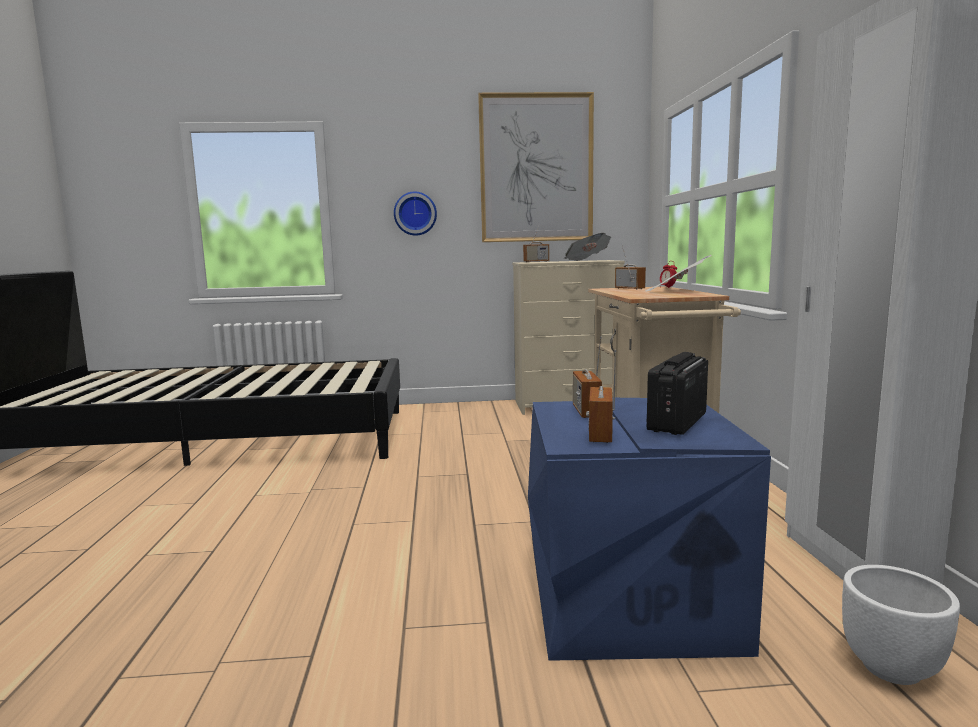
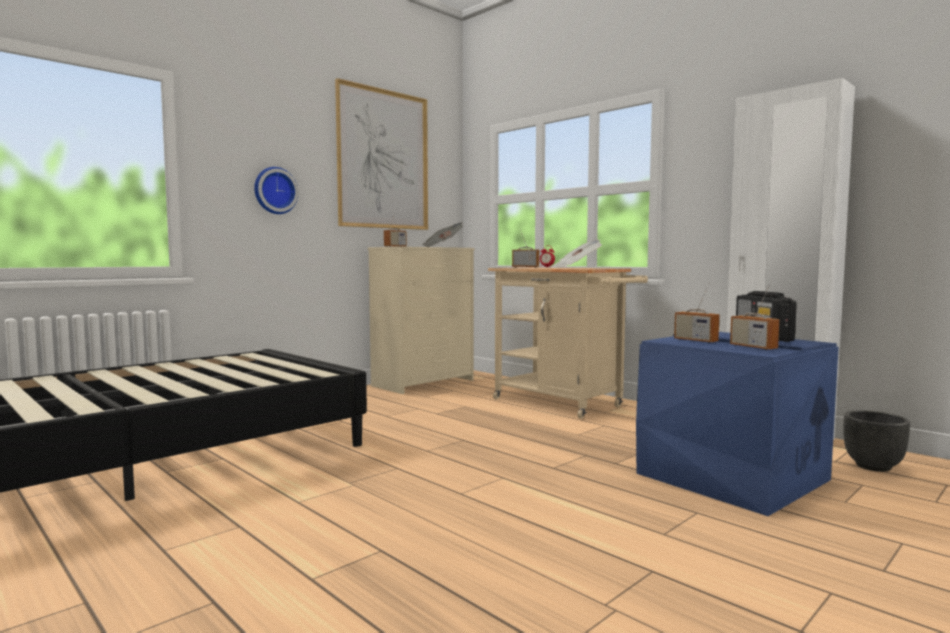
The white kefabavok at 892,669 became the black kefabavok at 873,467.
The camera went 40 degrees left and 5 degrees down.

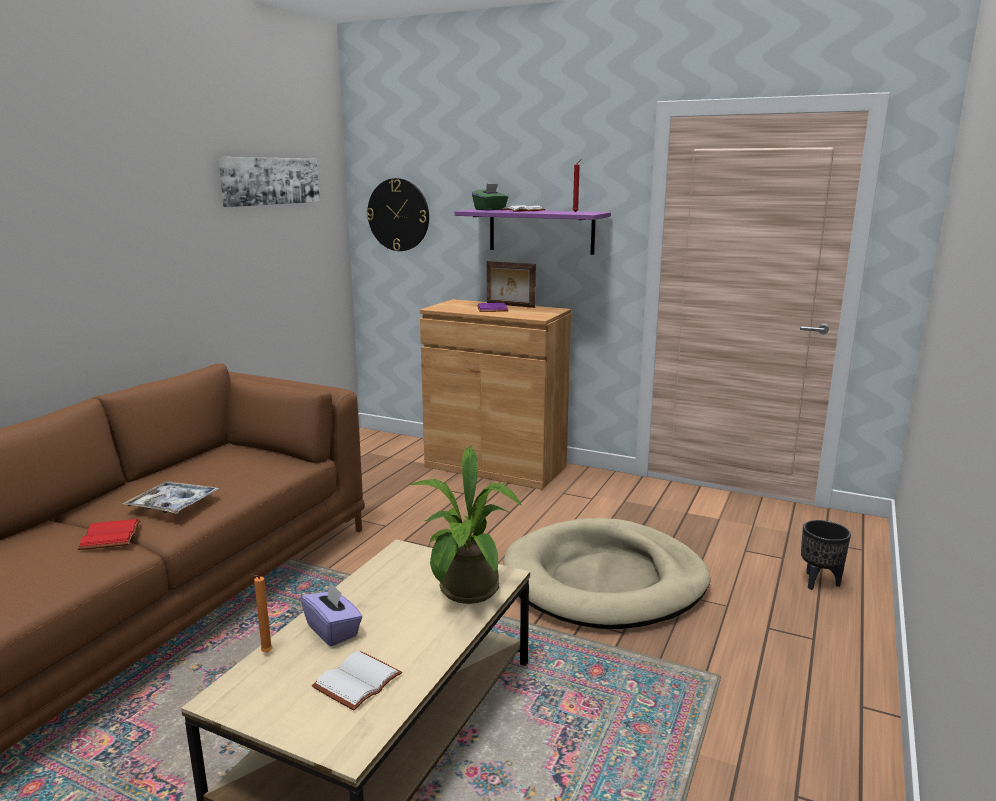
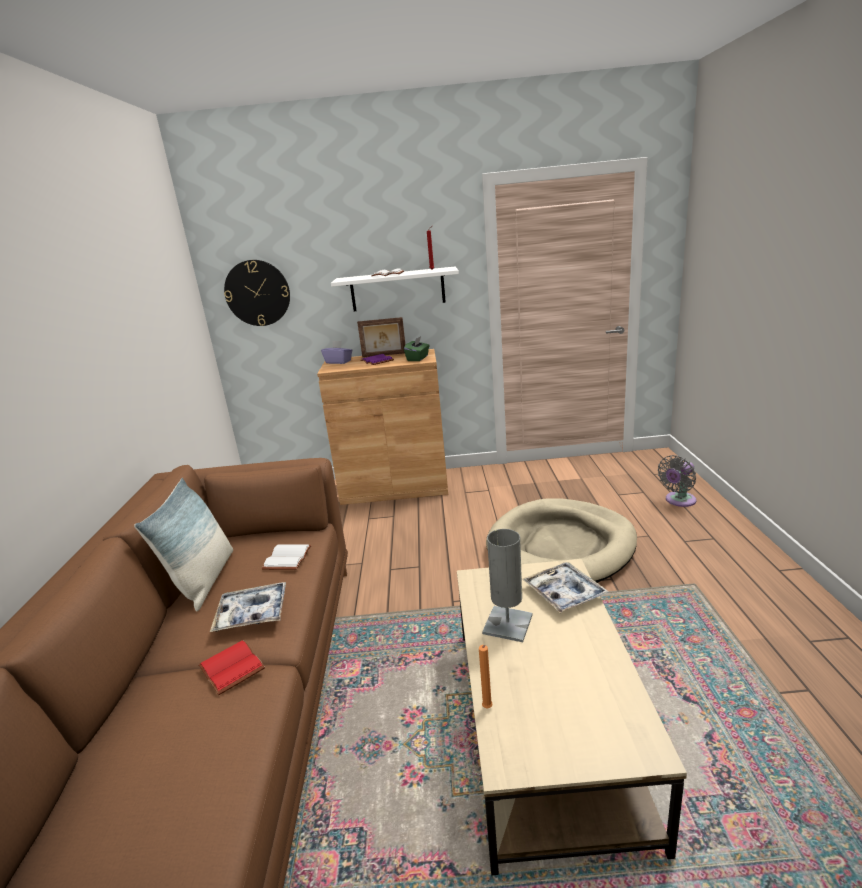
The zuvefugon at 270,181 disappeared.
The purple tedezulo moved from 333,630 to 338,362.
The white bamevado moved from 357,680 to 286,558.
The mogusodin at 466,594 was replaced by the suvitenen at 564,593.
The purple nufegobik at 541,231 became the white nufegobik at 397,289.
The green tedezulo moved from 490,210 to 418,358.
The black kefabavok at 819,582 was replaced by the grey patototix at 678,501.
The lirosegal at 204,580 appeared.
The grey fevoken at 507,624 appeared.
The camera went 25 degrees left and 5 degrees up.

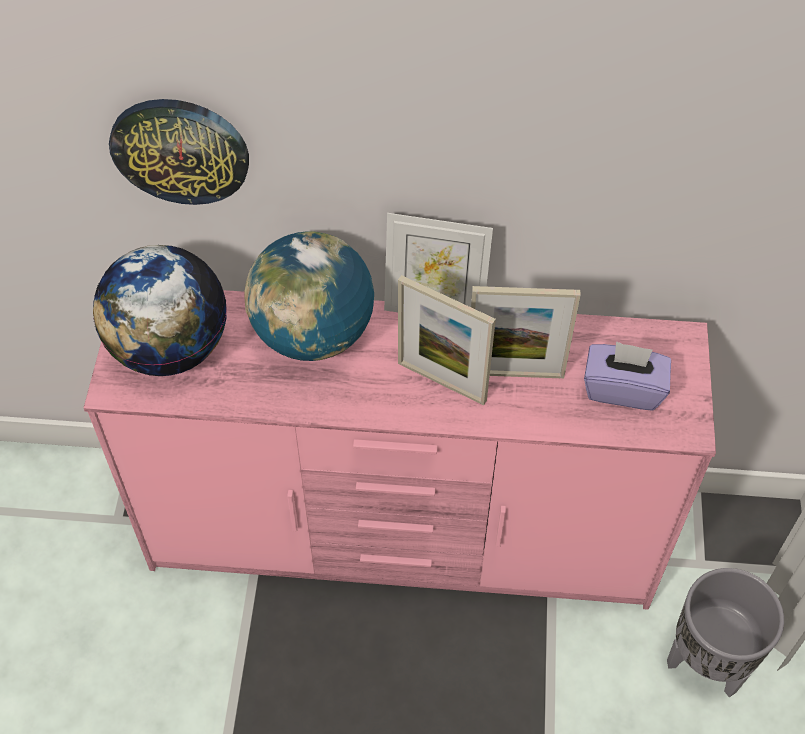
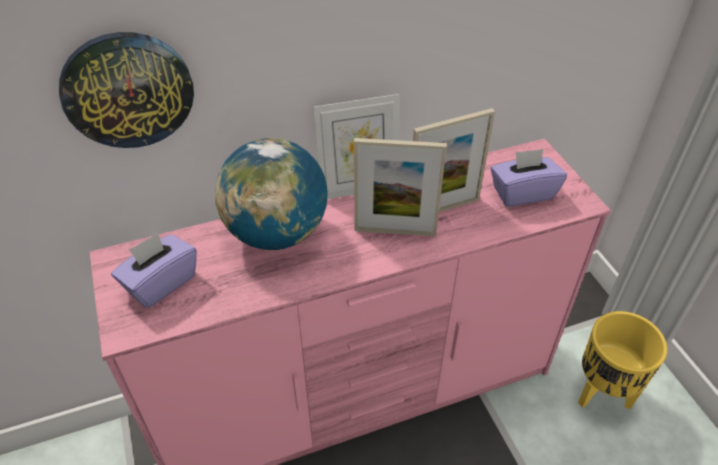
The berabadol at 169,348 was replaced by the purple tedezulo at 160,283.
The grey kefabavok at 705,662 became the yellow kefabavok at 601,393.
The camera went 25 degrees left and 10 degrees down.

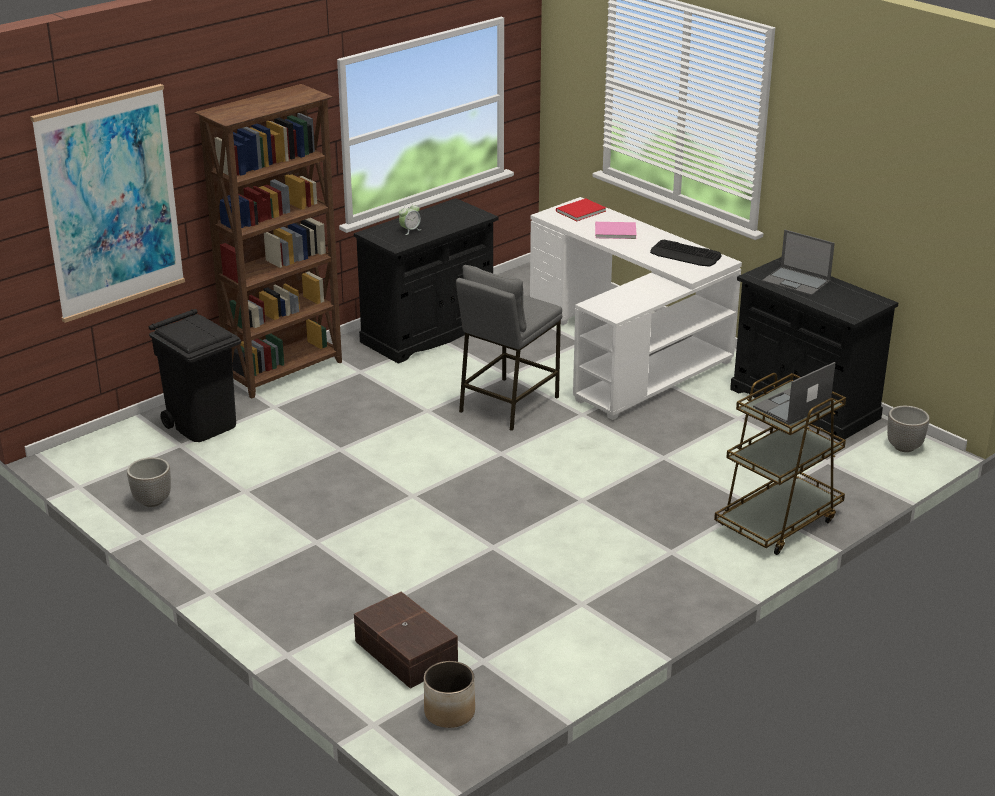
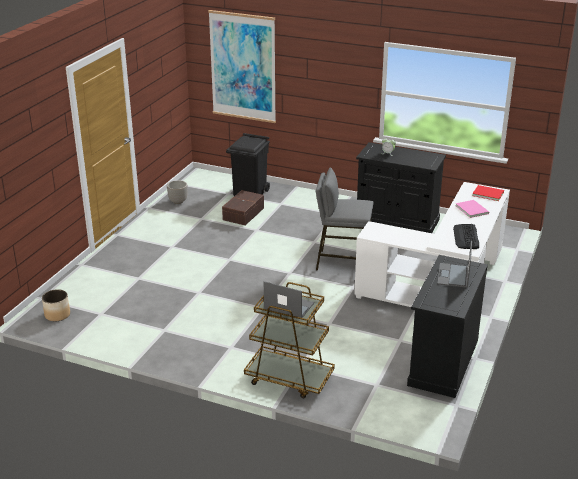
The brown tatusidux at 286,372 disappeared.
The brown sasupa moved from 405,653 to 242,214.
The kefabavok at 903,447 disappeared.
The camera went 65 degrees right and 0 degrees up.

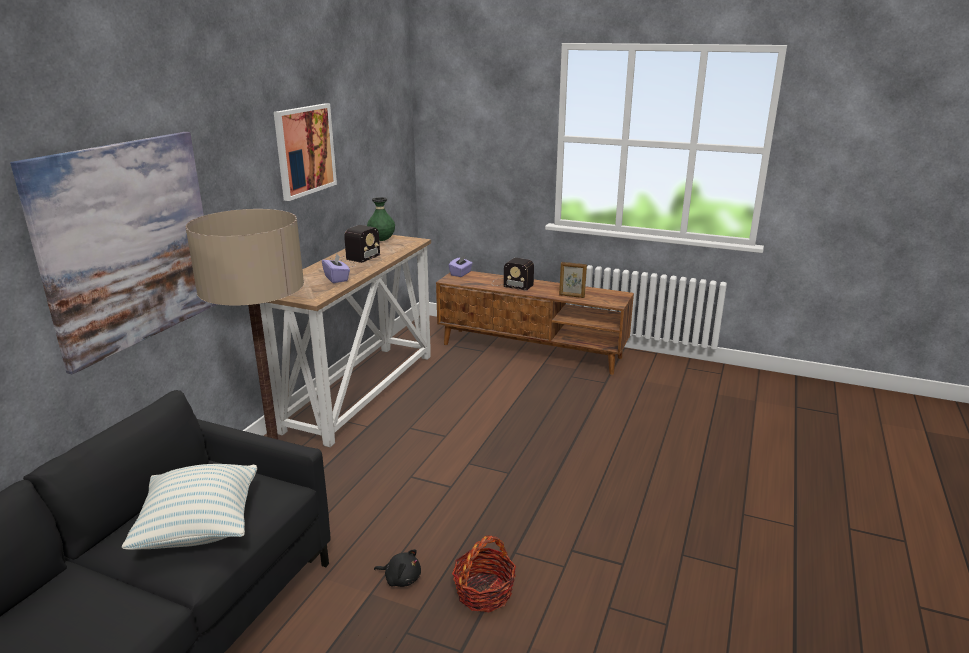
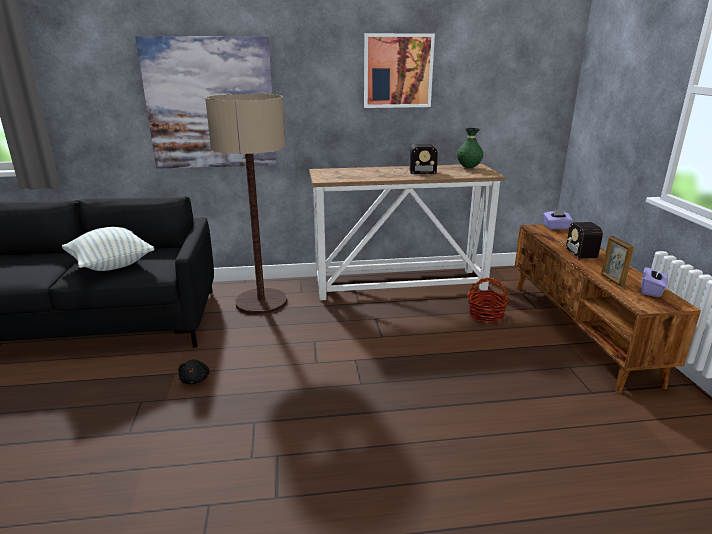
The purple tedezulo moved from 337,278 to 651,291.
The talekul moved from 484,592 to 486,315.
The camera went 60 degrees right and 0 degrees up.

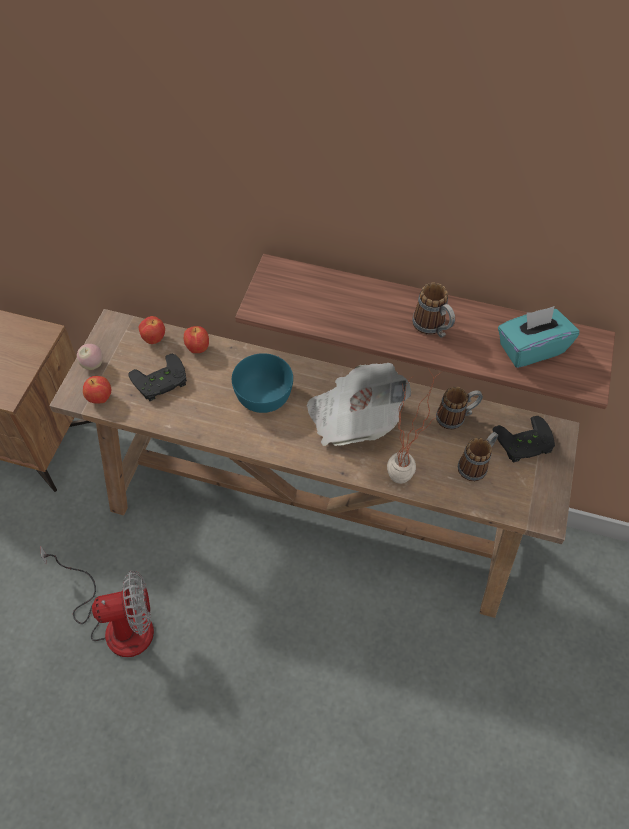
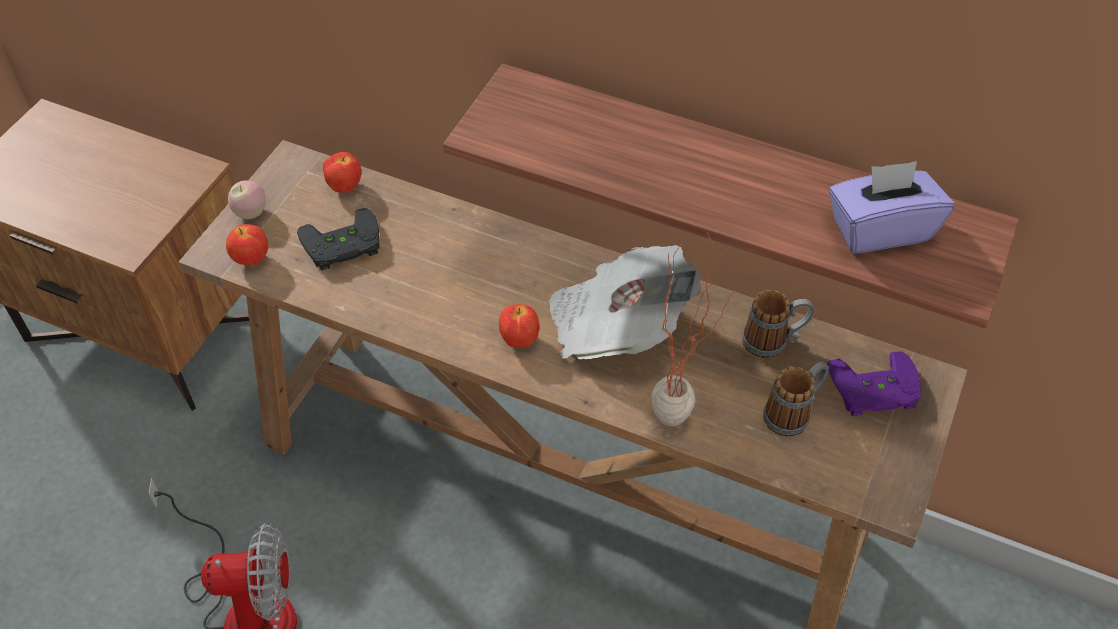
The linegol moved from 197,348 to 519,340.
The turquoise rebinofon at 262,394 disappeared.
The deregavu at 432,328 disappeared.
The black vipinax at 524,444 became the purple vipinax at 874,392.
The turquoise tedezulo at 530,348 became the purple tedezulo at 880,229.
The camera went 10 degrees right and 5 degrees down.

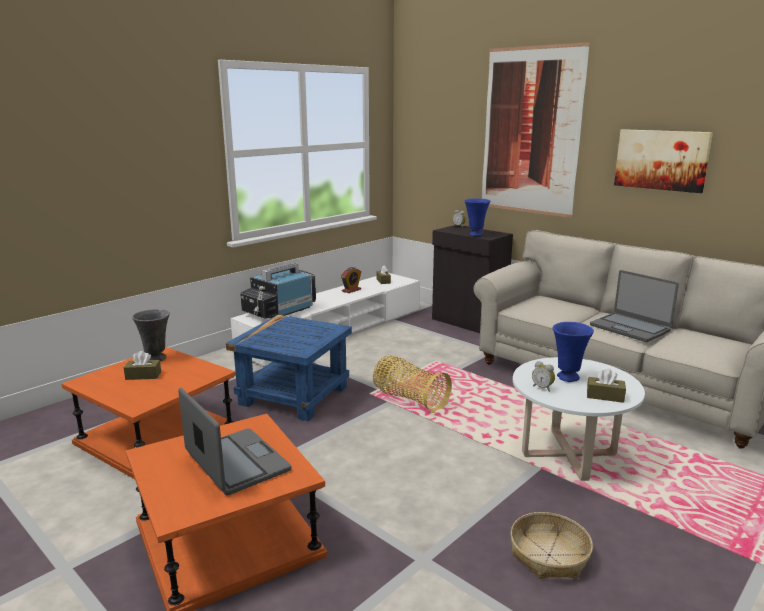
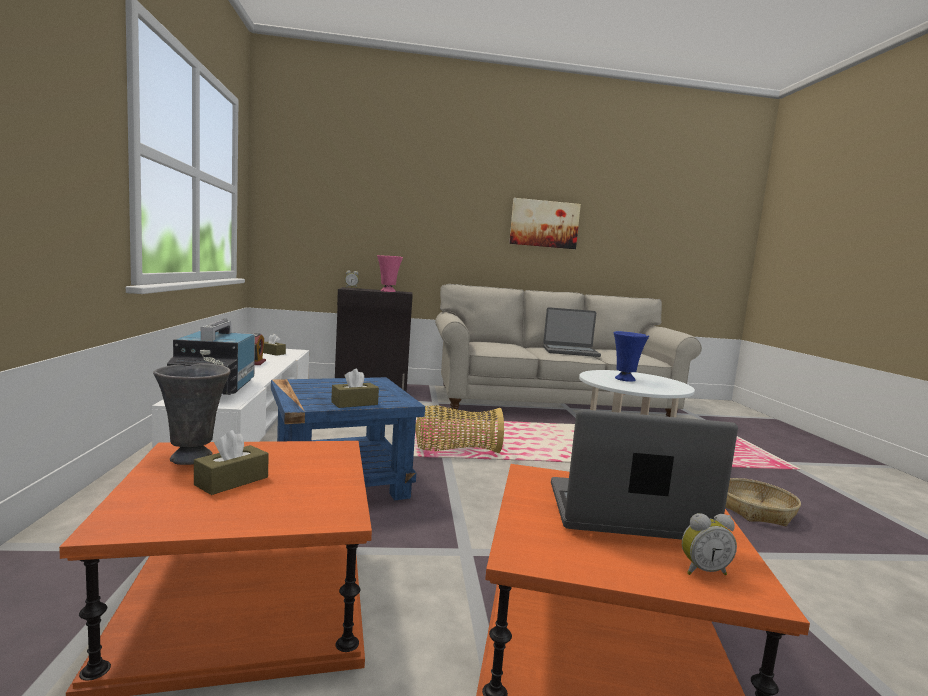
The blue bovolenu at 475,235 became the pink bovolenu at 388,291.
The zuvefugon at 530,132 disappeared.
The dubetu moved from 543,388 to 702,570.
The brown tedezulo moved from 605,396 to 354,403.
The camera went 50 degrees left and 10 degrees down.

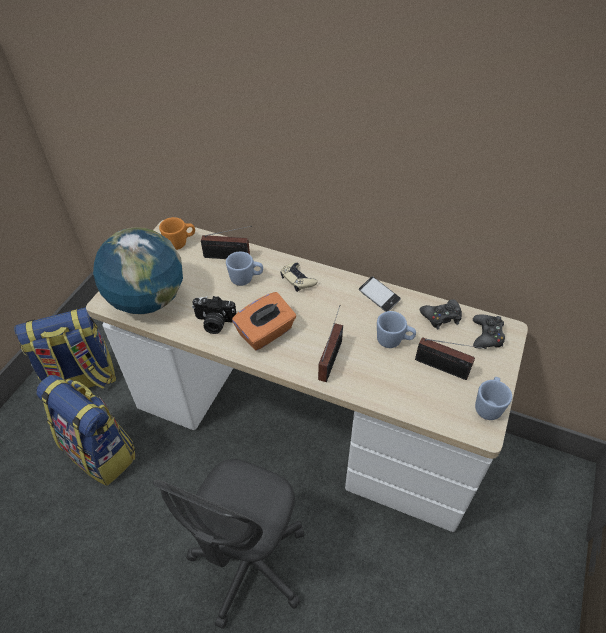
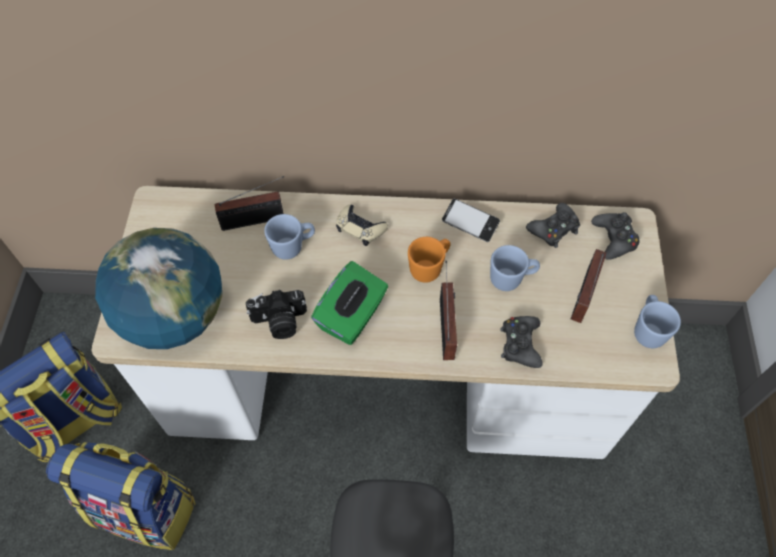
The orange deregavu moved from 180,243 to 429,267.
The orange tedezulo at 266,333 became the green tedezulo at 352,316.
The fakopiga at 444,368 turned 105 degrees clockwise.
The black vipinax at 520,344 appeared.
The camera went 20 degrees left and 10 degrees up.

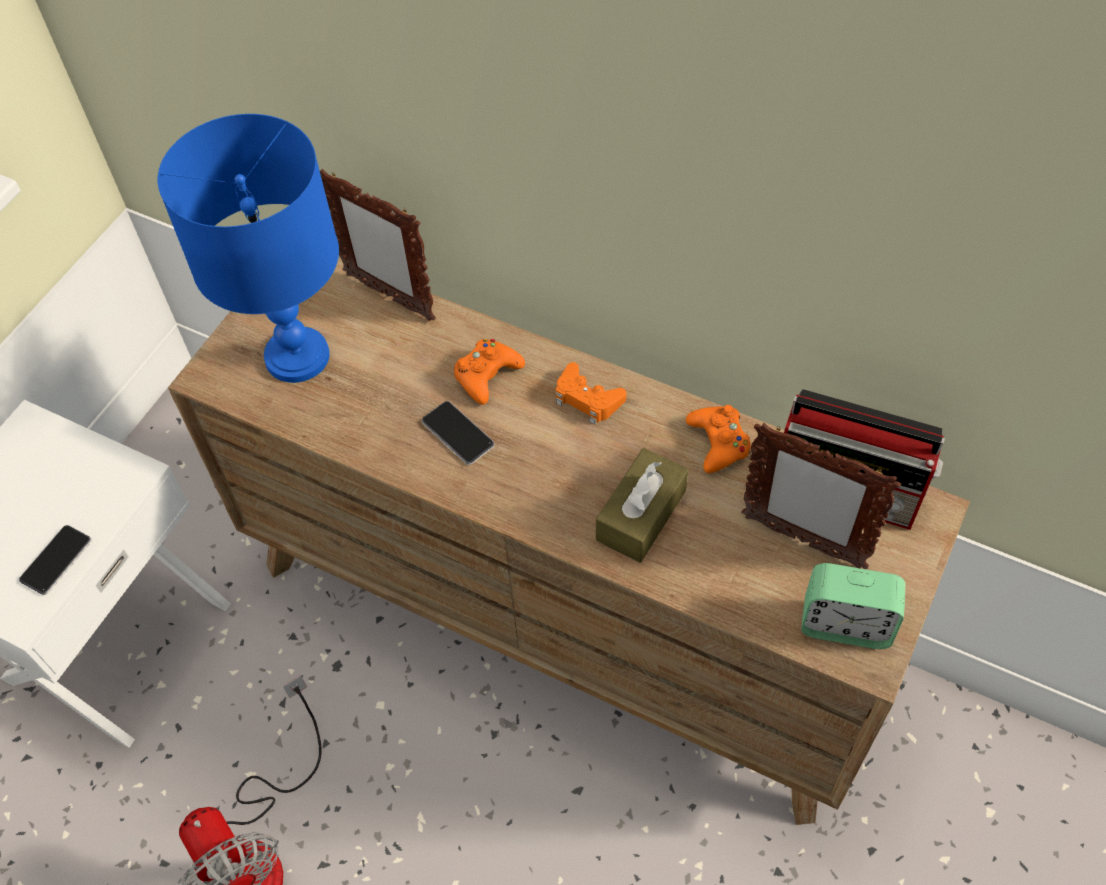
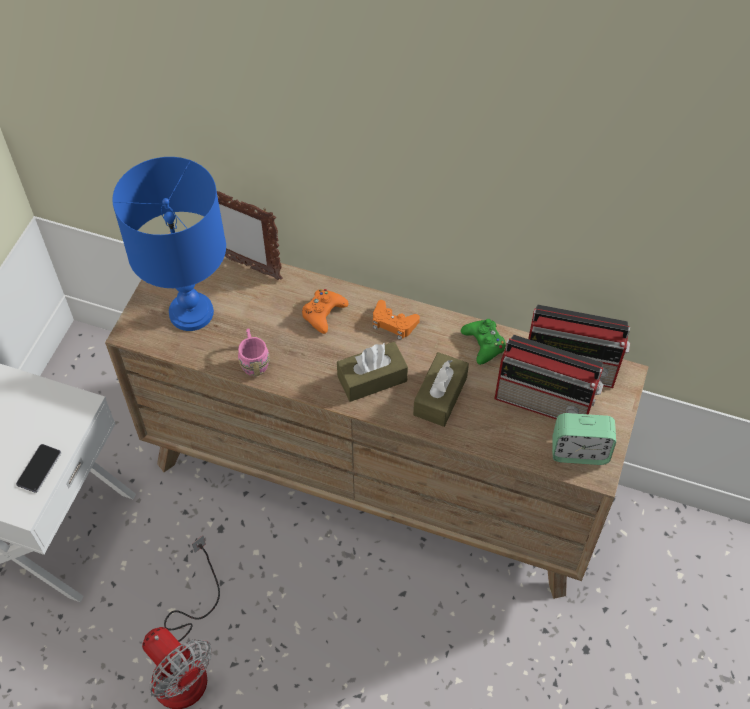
The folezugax at 458,434 disappeared.
The orange vipinax at 719,443 became the green vipinax at 484,344.
The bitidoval at 802,541 was replaced by the fakopiga at 545,402.
The pink deregavu at 254,360 appeared.
The brown tedezulo at 372,379 appeared.
The camera went 10 degrees left and 0 degrees up.

